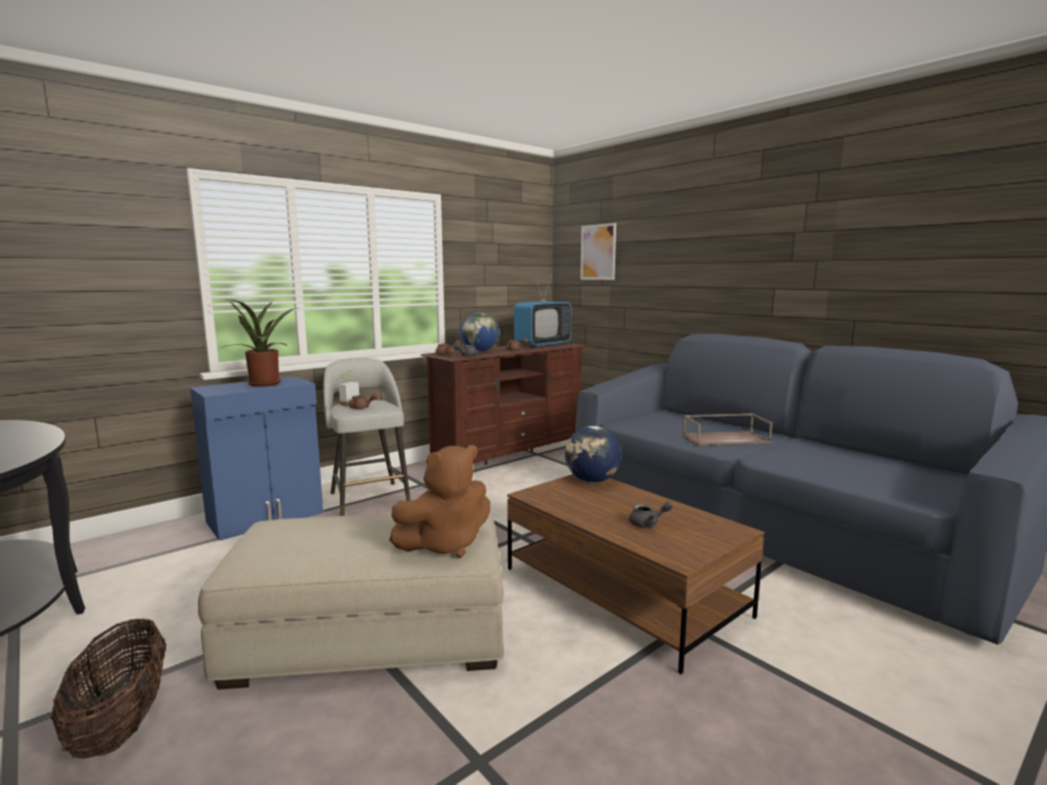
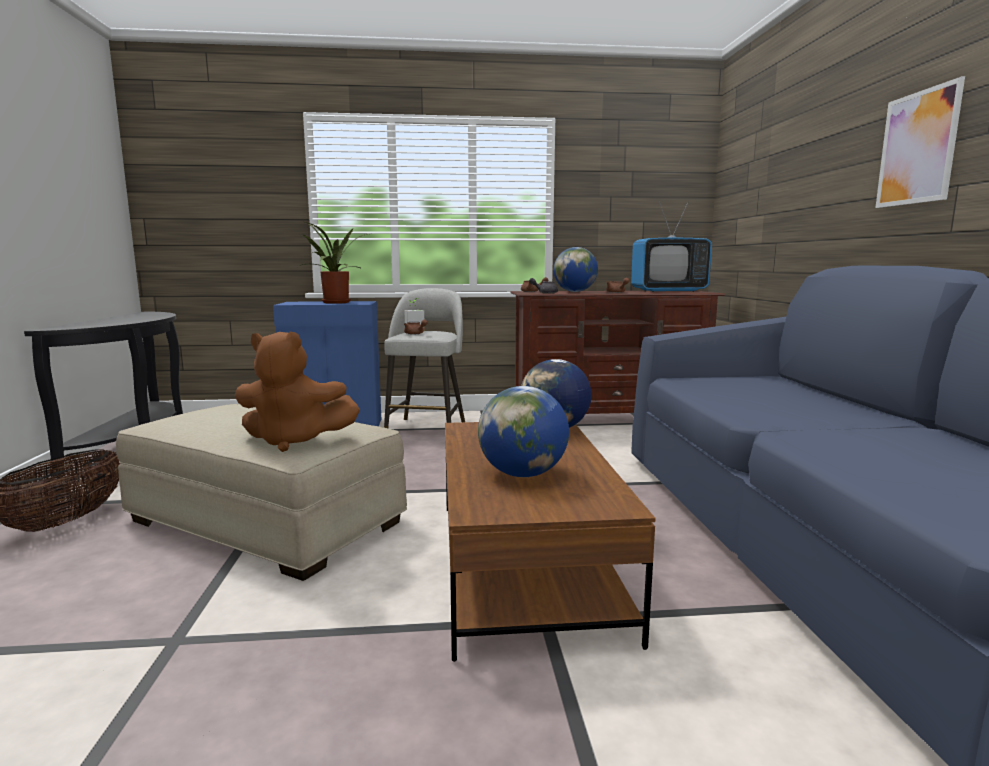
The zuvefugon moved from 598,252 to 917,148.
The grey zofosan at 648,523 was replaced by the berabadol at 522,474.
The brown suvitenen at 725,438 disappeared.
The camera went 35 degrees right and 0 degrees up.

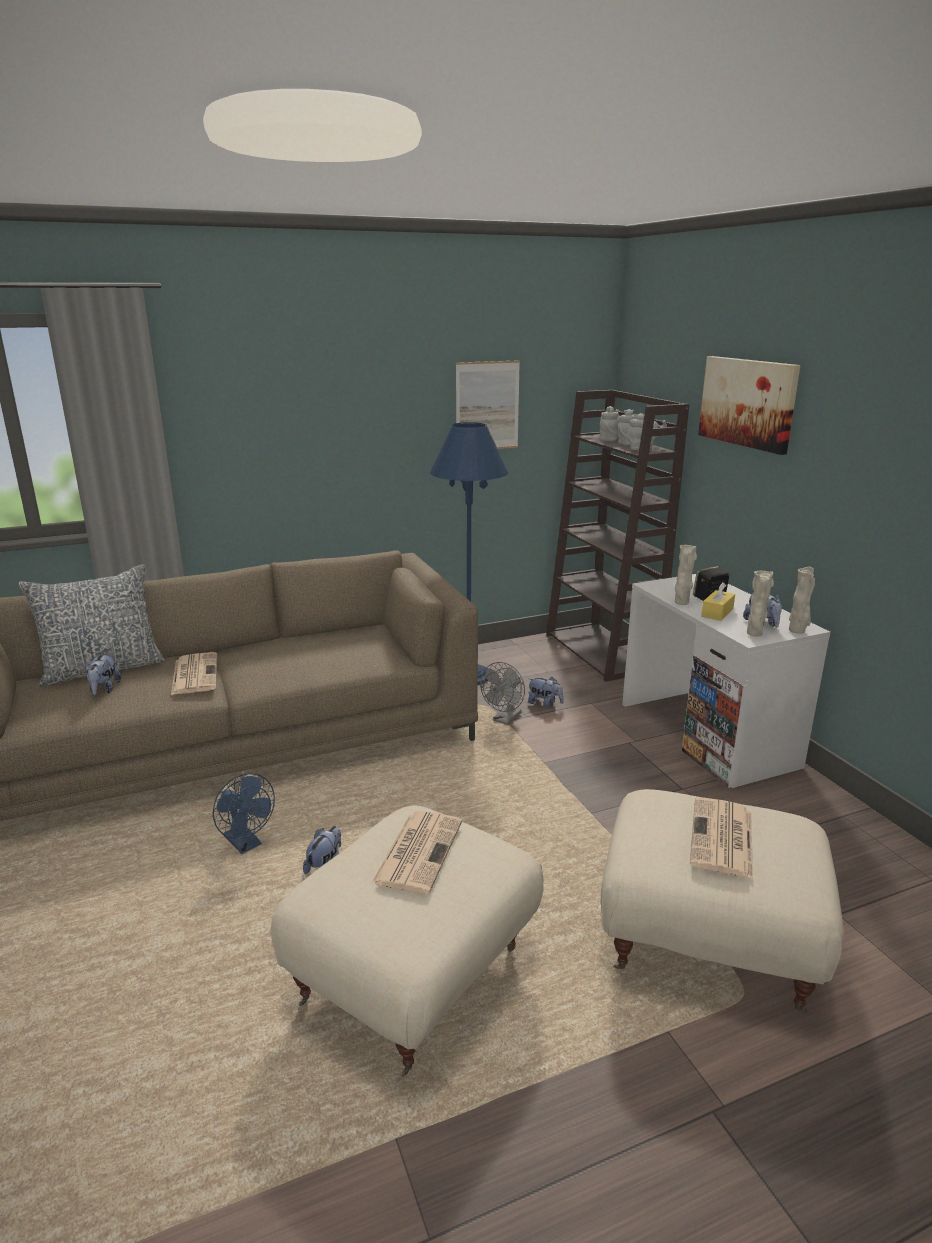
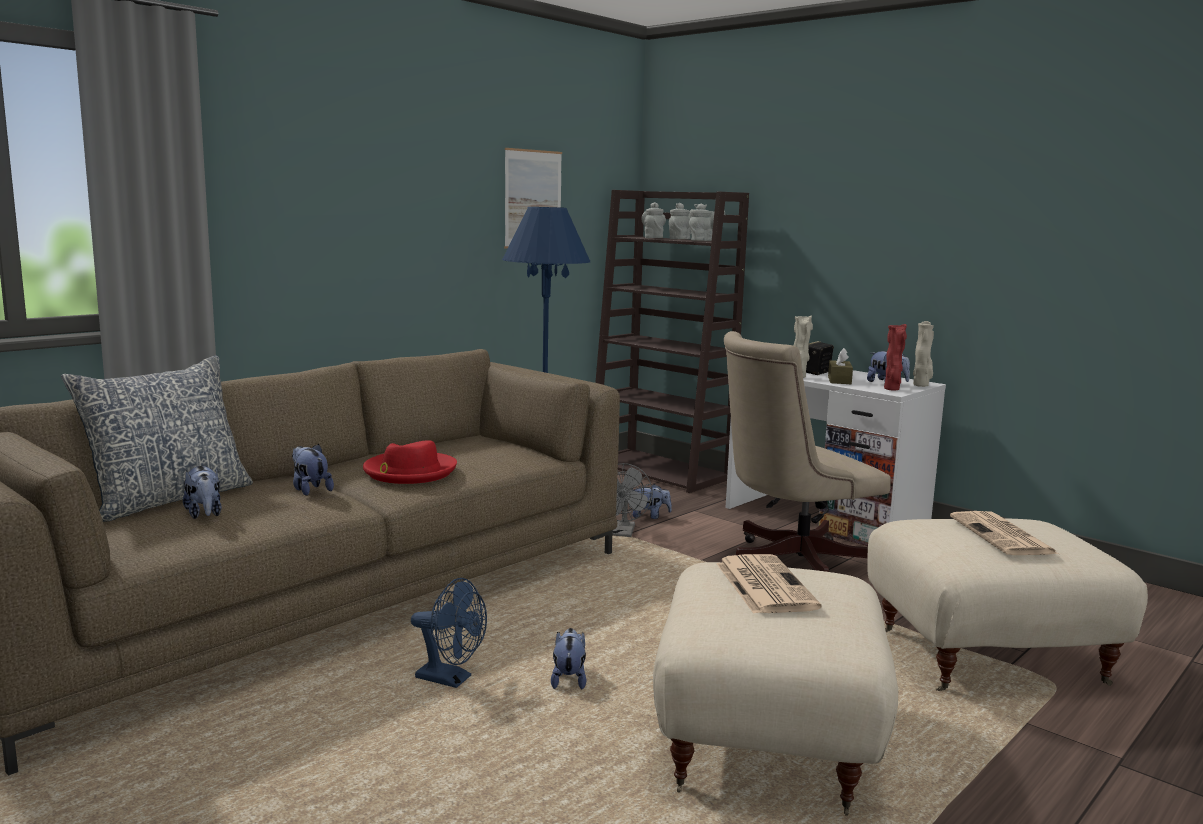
The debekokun at 194,674 was replaced by the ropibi at 310,490.
The zuvefugon at 748,402 disappeared.
The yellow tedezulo at 717,612 became the brown tedezulo at 839,380.
The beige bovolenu at 754,634 became the red bovolenu at 892,389.
The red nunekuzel at 409,472 appeared.
The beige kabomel at 790,564 appeared.
The camera went 25 degrees left and 10 degrees down.

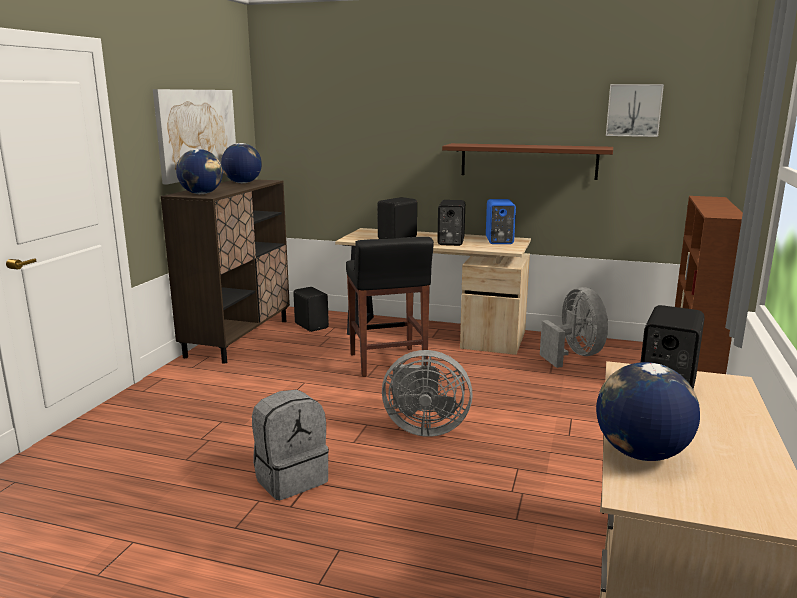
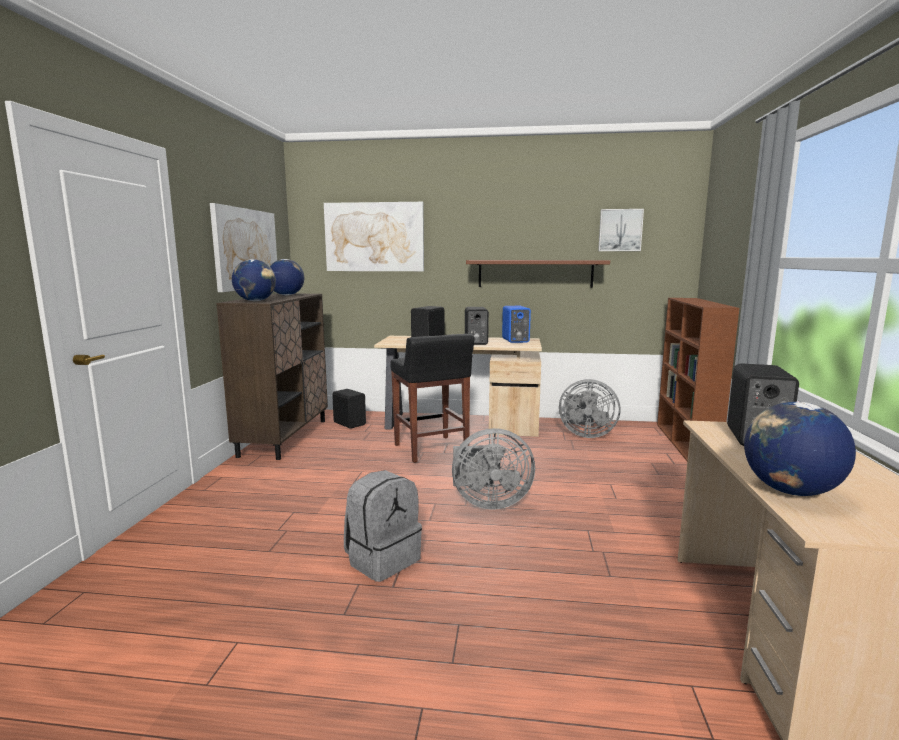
The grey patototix at 574,355 turned 135 degrees clockwise.
The zuvefugon at 374,237 appeared.
The camera went 10 degrees left and 5 degrees down.

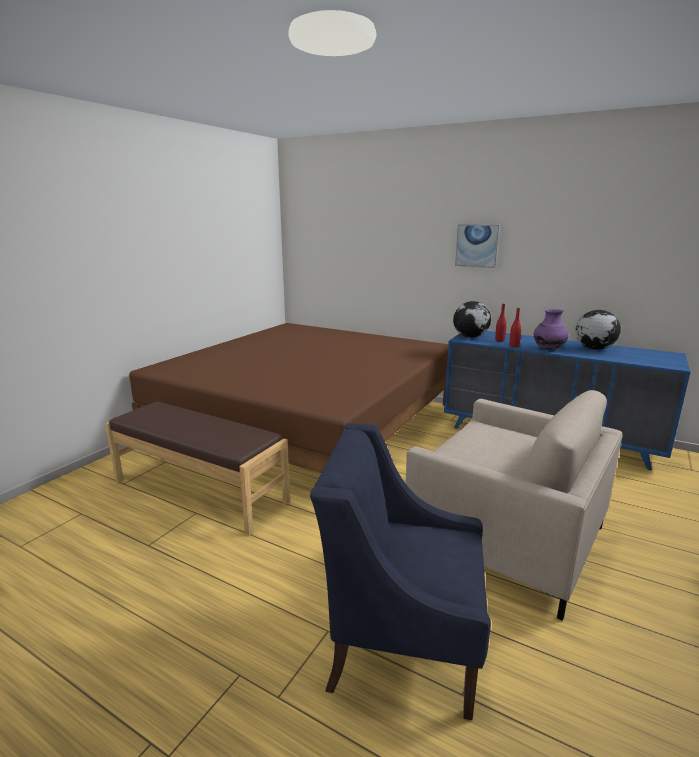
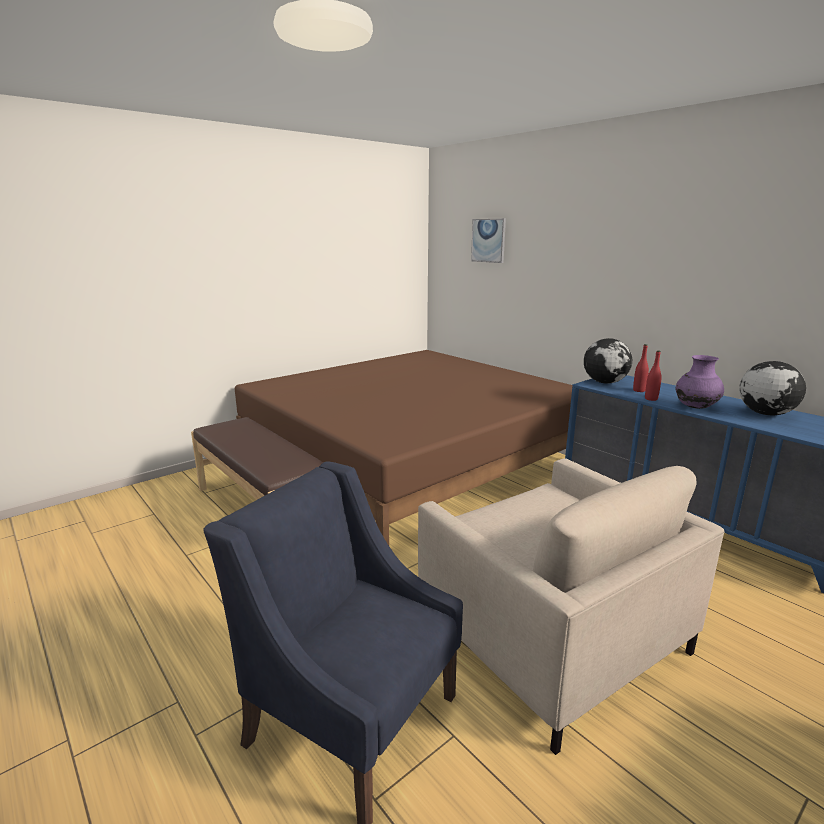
The zuvefugon moved from 477,245 to 488,240.
The camera went 20 degrees right and 0 degrees up.

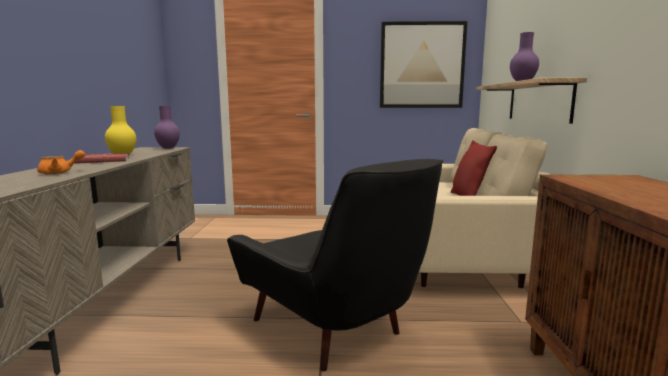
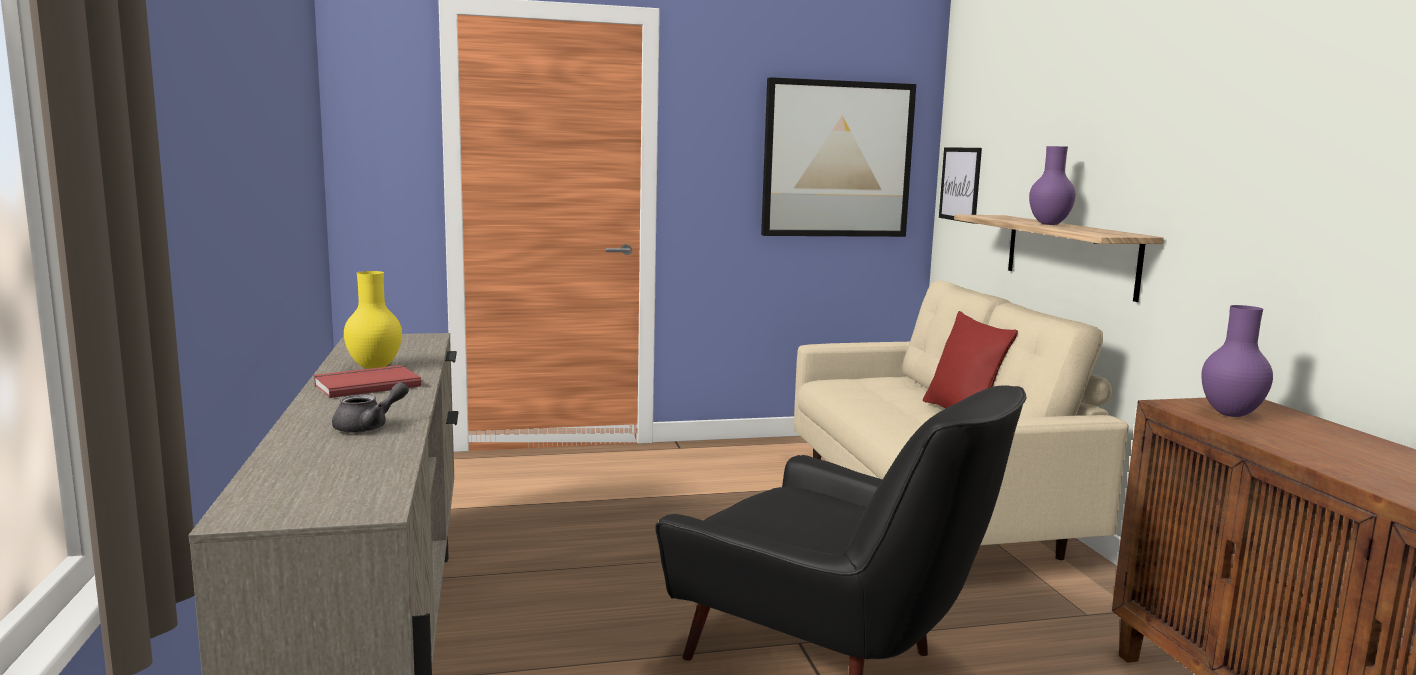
The orange zofosan at 60,172 became the grey zofosan at 369,427.
The purple bovolenu moved from 169,148 to 1232,414.
The zuvefugon at 960,184 appeared.
The camera went 15 degrees left and 0 degrees up.

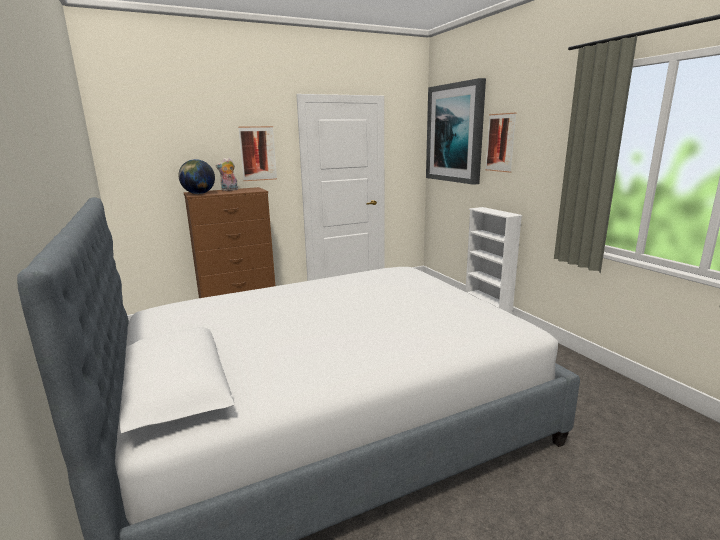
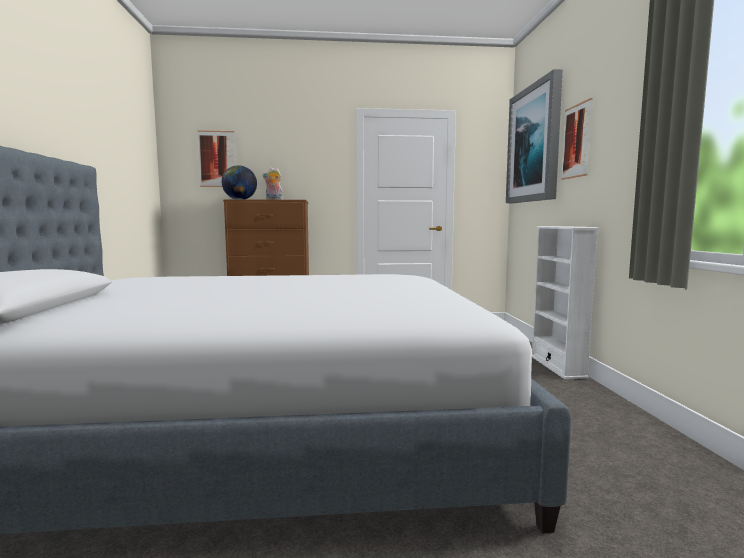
The zuvefugon moved from 258,153 to 217,159.
The camera went 20 degrees right and 10 degrees down.

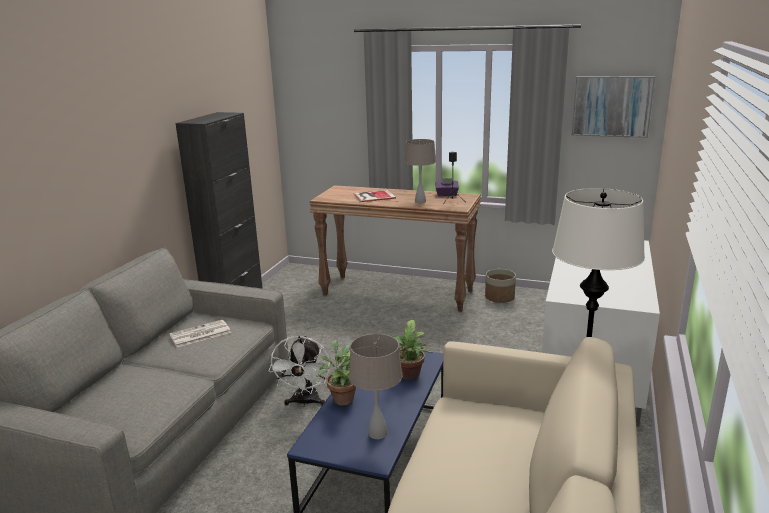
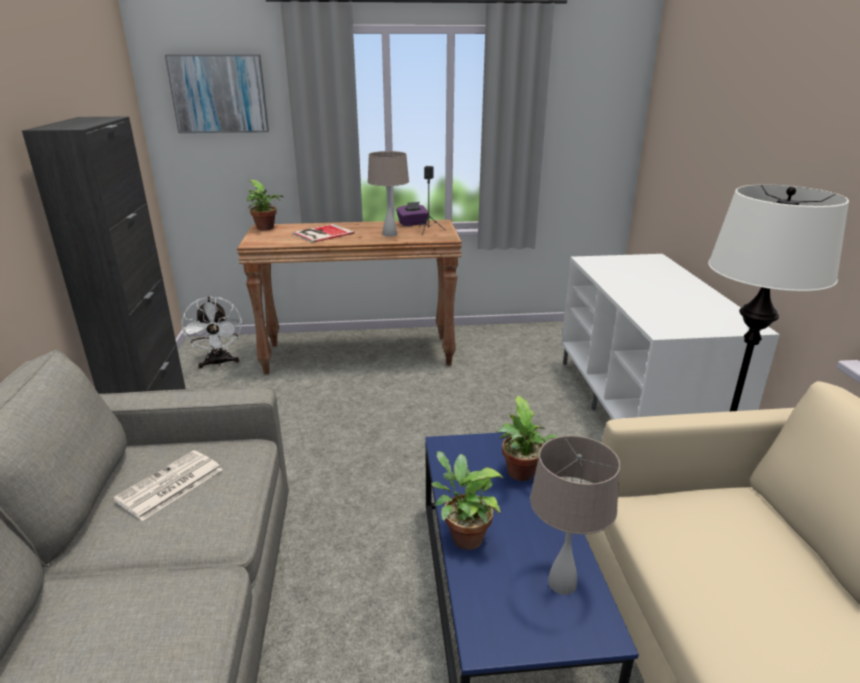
The white patototix moved from 305,402 to 219,363.
The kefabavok at 500,297 disappeared.
The zuvefugon moved from 611,106 to 219,94.
The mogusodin at 266,228 appeared.
The camera went 25 degrees left and 5 degrees up.

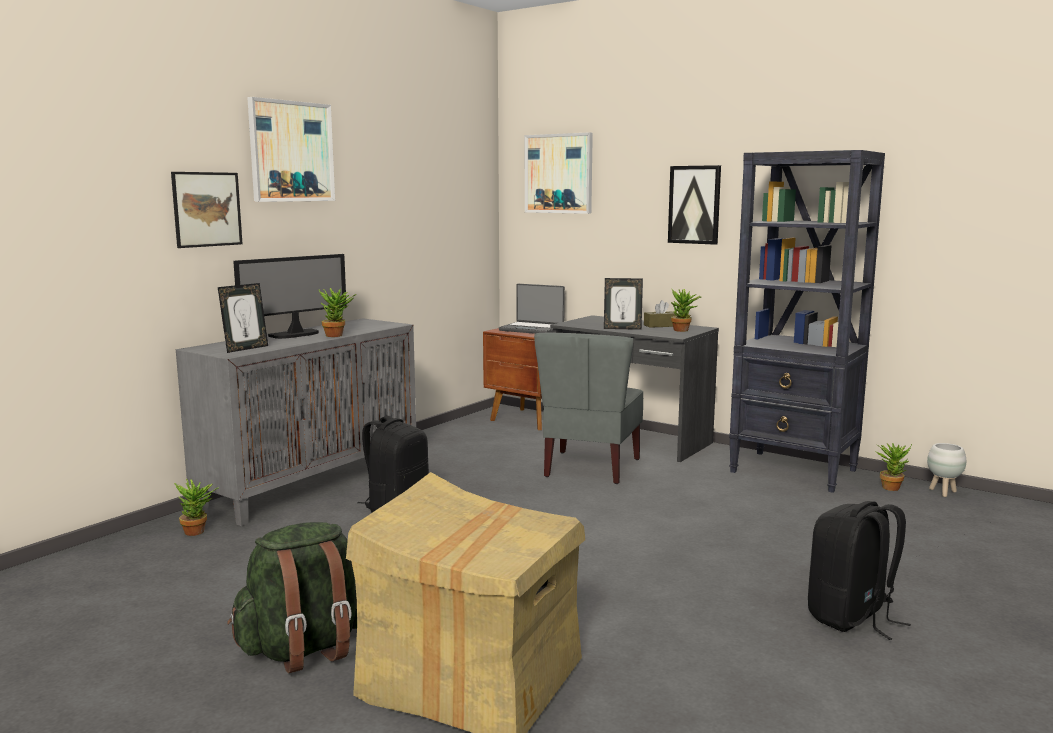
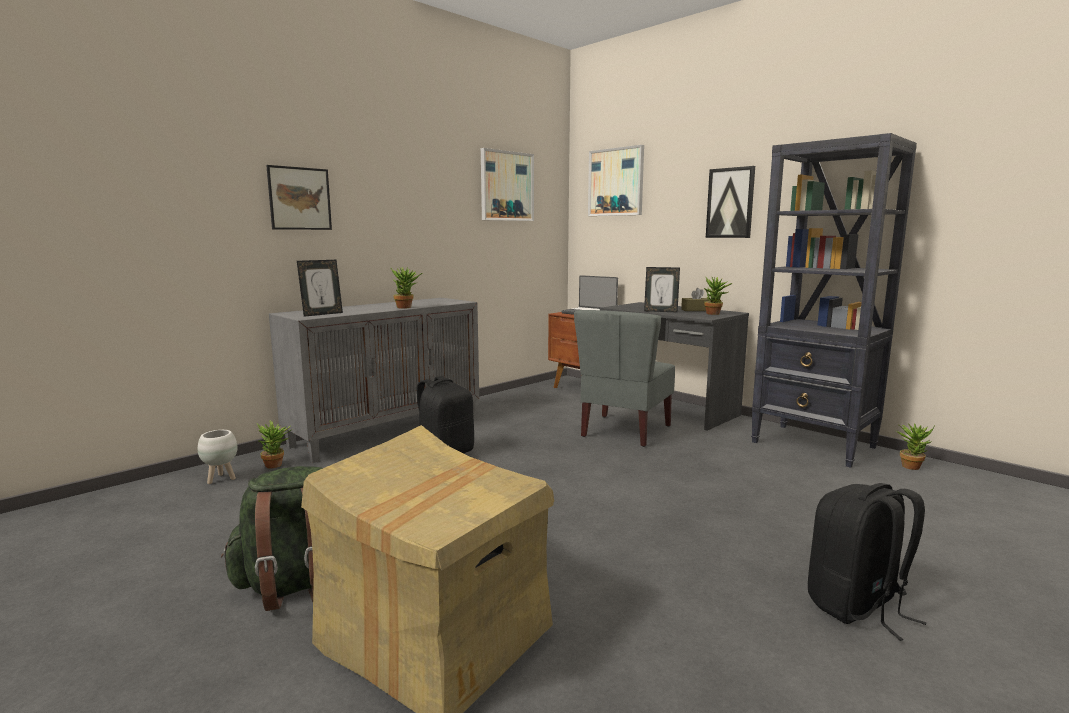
The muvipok at 295,335 disappeared.
The zuvefugon moved from 291,151 to 506,186.
The white kefabavok moved from 943,493 to 221,479.
The camera went 10 degrees right and 0 degrees up.

